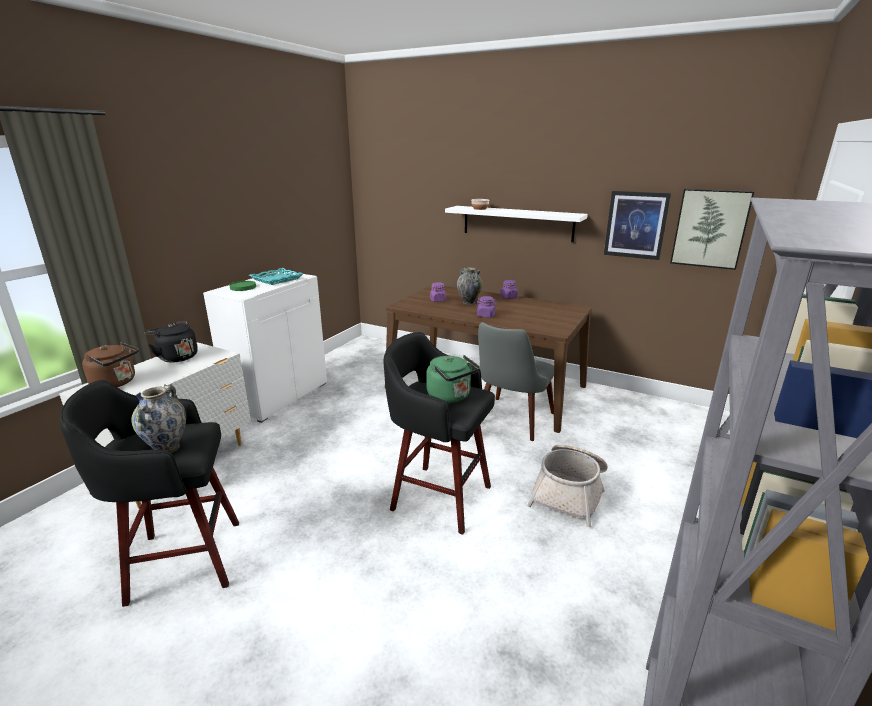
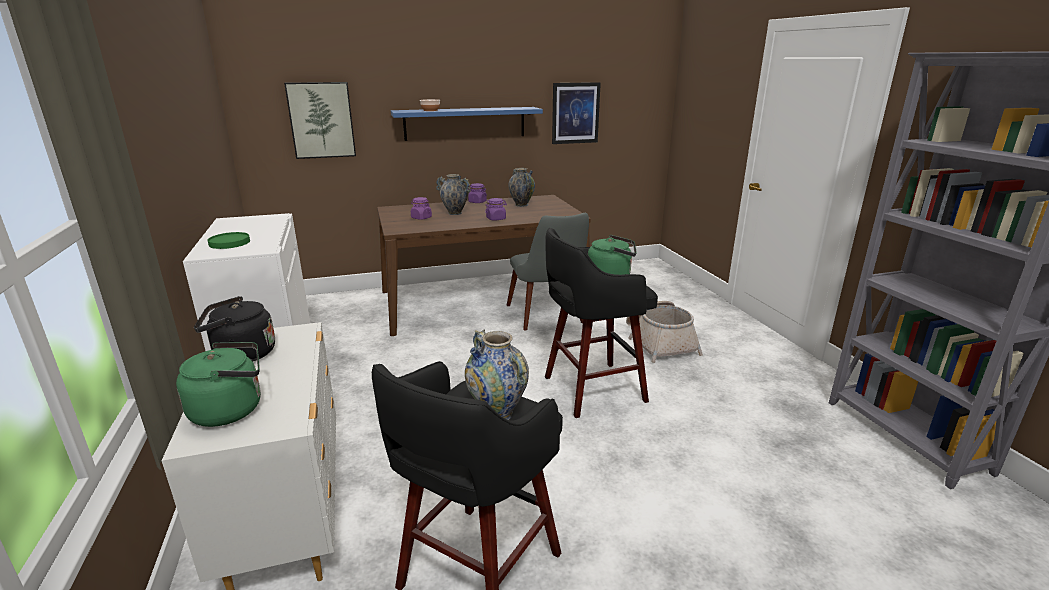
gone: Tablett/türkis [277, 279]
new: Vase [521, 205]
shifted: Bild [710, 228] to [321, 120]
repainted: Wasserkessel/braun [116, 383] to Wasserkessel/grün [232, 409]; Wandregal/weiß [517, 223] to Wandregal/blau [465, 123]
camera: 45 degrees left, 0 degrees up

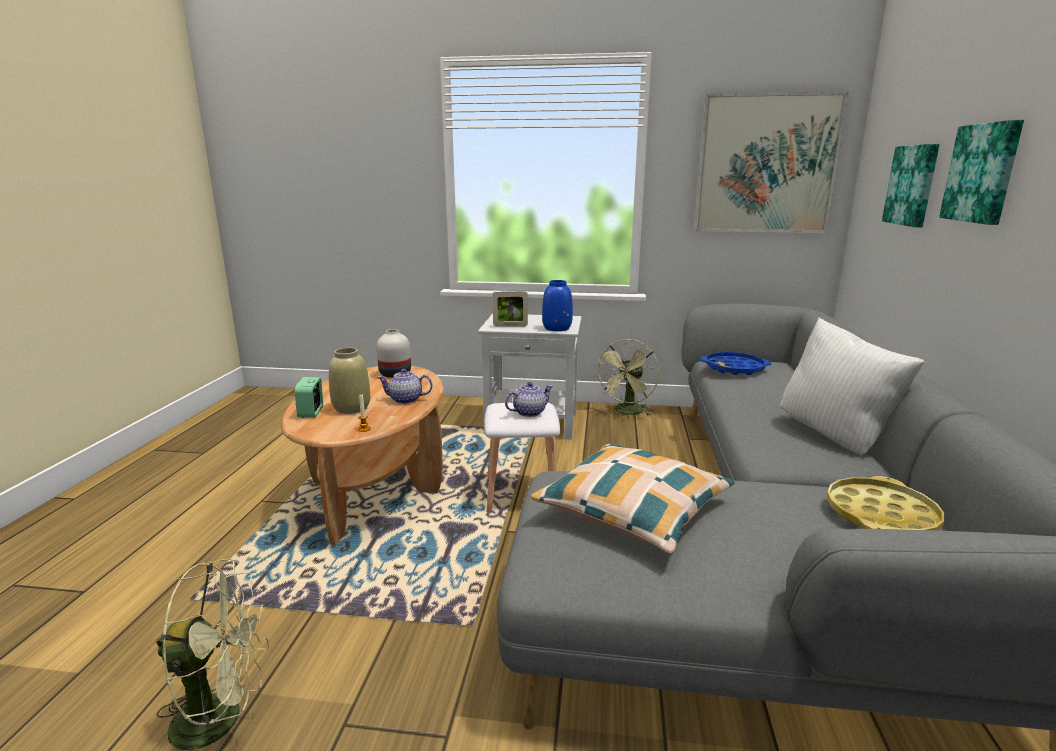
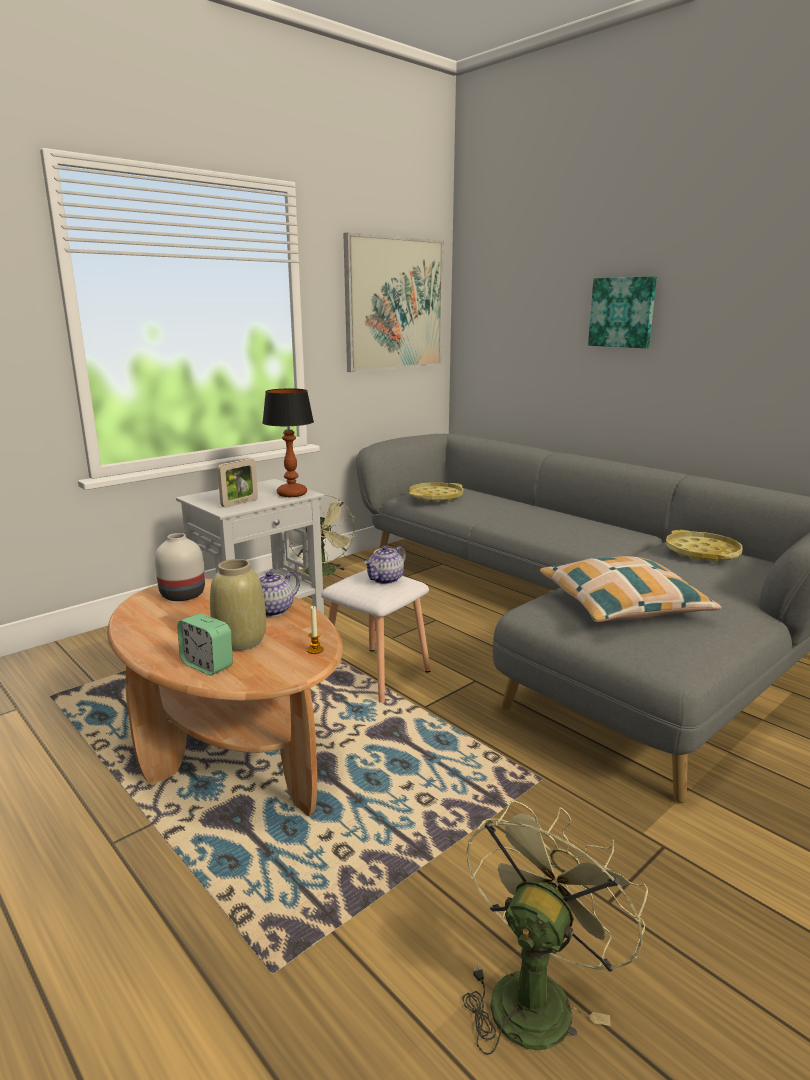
gone: Kissen/weiß [835, 436]; Bild [913, 185]
swapped: Vase/blau [556, 328] to Tischlampe [291, 494]
repainted: Tablett/blau [734, 368] to Tablett/gelb [436, 497]
rotated: Teekanne [529, 412] = [385, 579] 150 degrees counterclockwise
camera: 50 degrees left, 0 degrees up

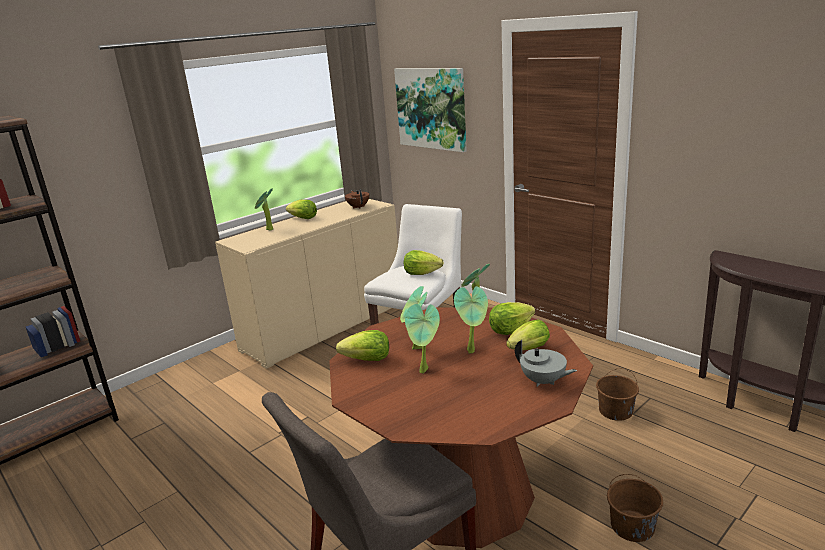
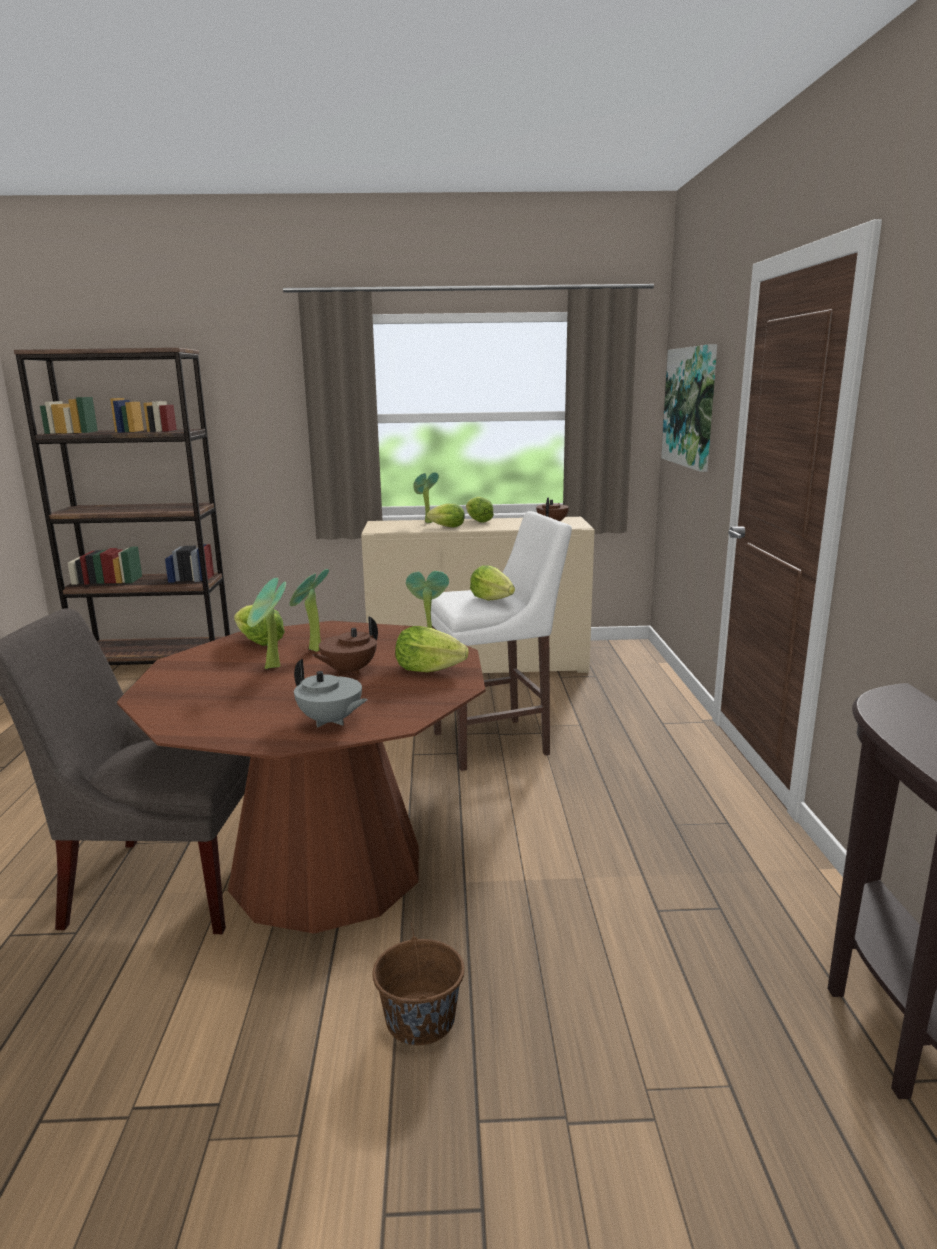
gone: Eimer/braun [616, 411]
shifted: Salatkopf [527, 350] to [445, 527]
swapped: Topfpflanze [473, 351] to Teekanne/braun [348, 671]
rotated: Teekanne/grau [543, 381] = [330, 721] 45 degrees counterclockwise
camera: 40 degrees right, 5 degrees down

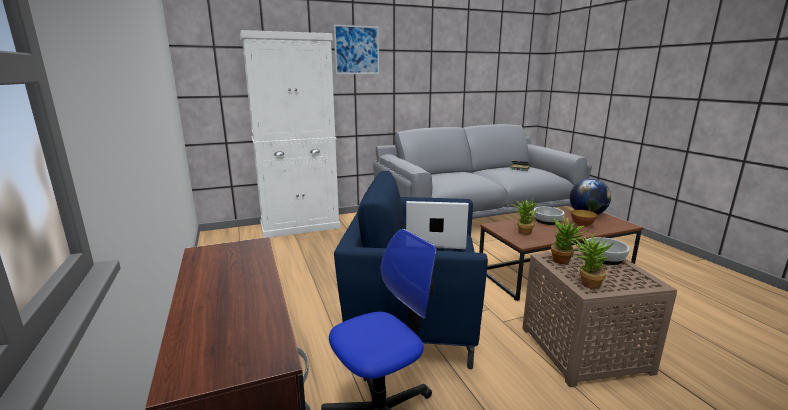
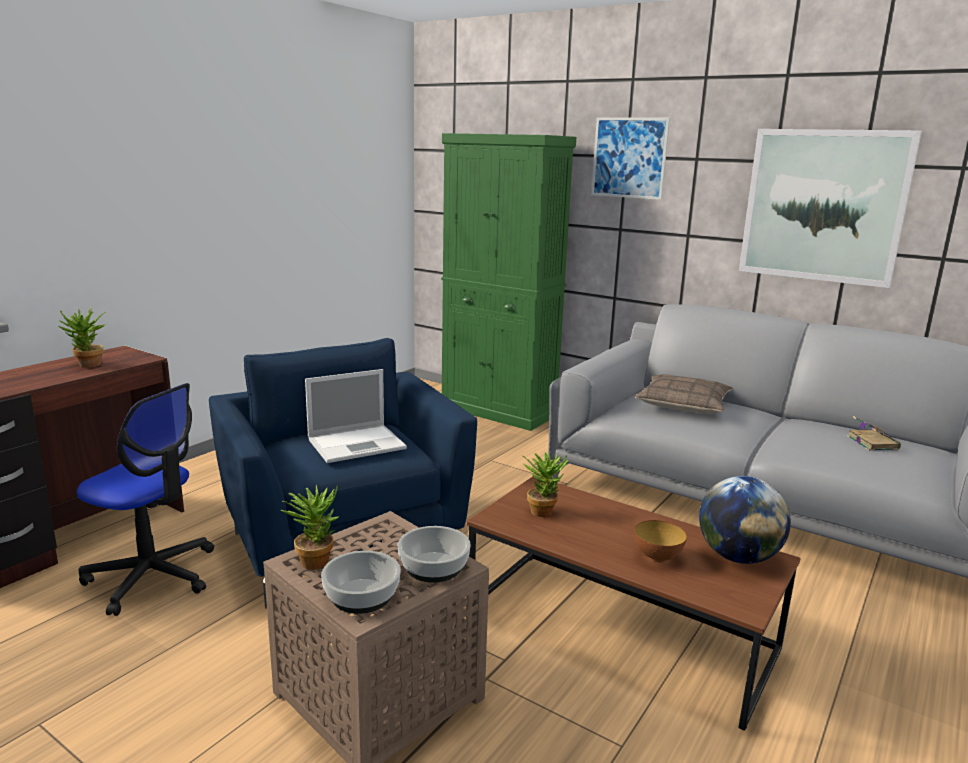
new: Kissen [683, 404]; Bild [823, 206]
shifted: Schüssel [547, 221] to [361, 595]; Topfpflanze [564, 261] to [88, 366]
repainted: Schrank/weiß [300, 226] to Schrank/grün [498, 410]
rotated: Laptop [434, 240] = [358, 443] 90 degrees clockwise
camera: 55 degrees right, 0 degrees up

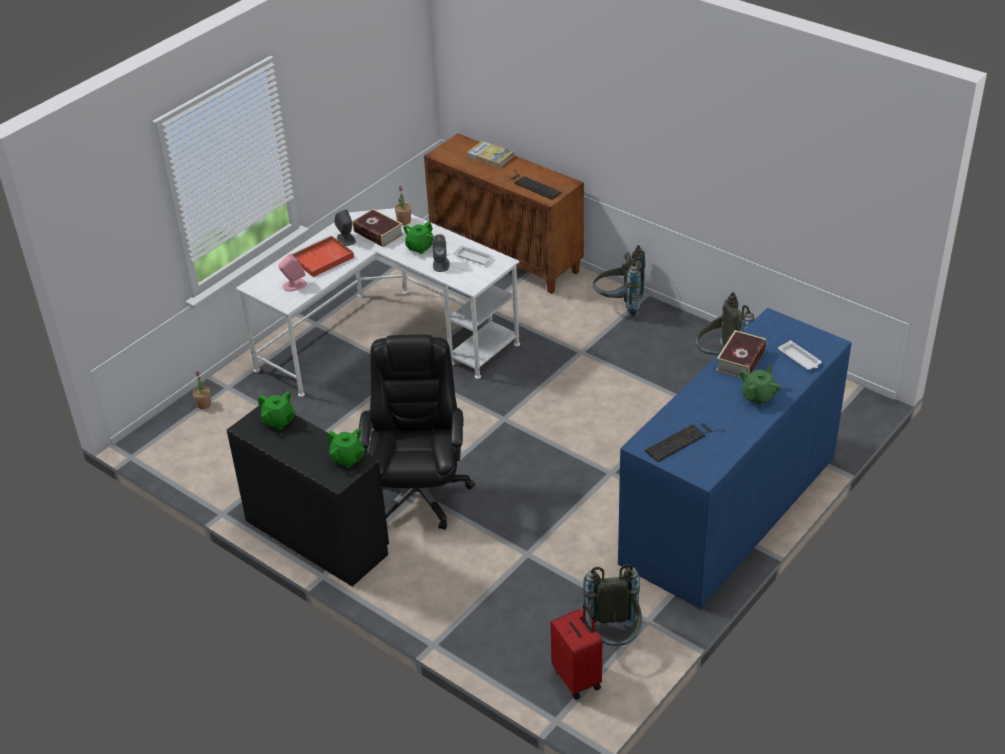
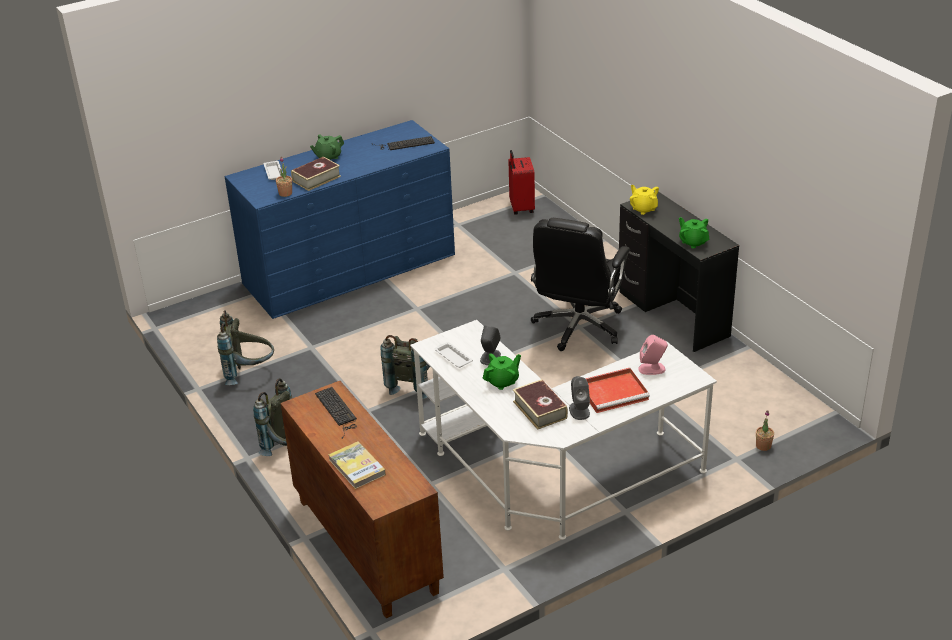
shifted: Topfpflanze [404, 221] to [285, 193]; Rucksack/grau [613, 639] to [411, 384]
repainted: Teekanne/grün [347, 458] to Teekanne/gelb [643, 209]
camera: 160 degrees left, 5 degrees down

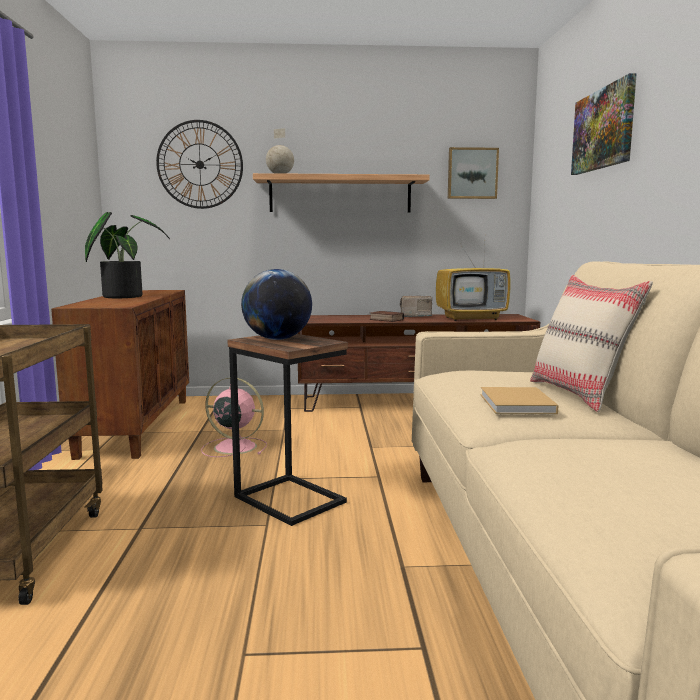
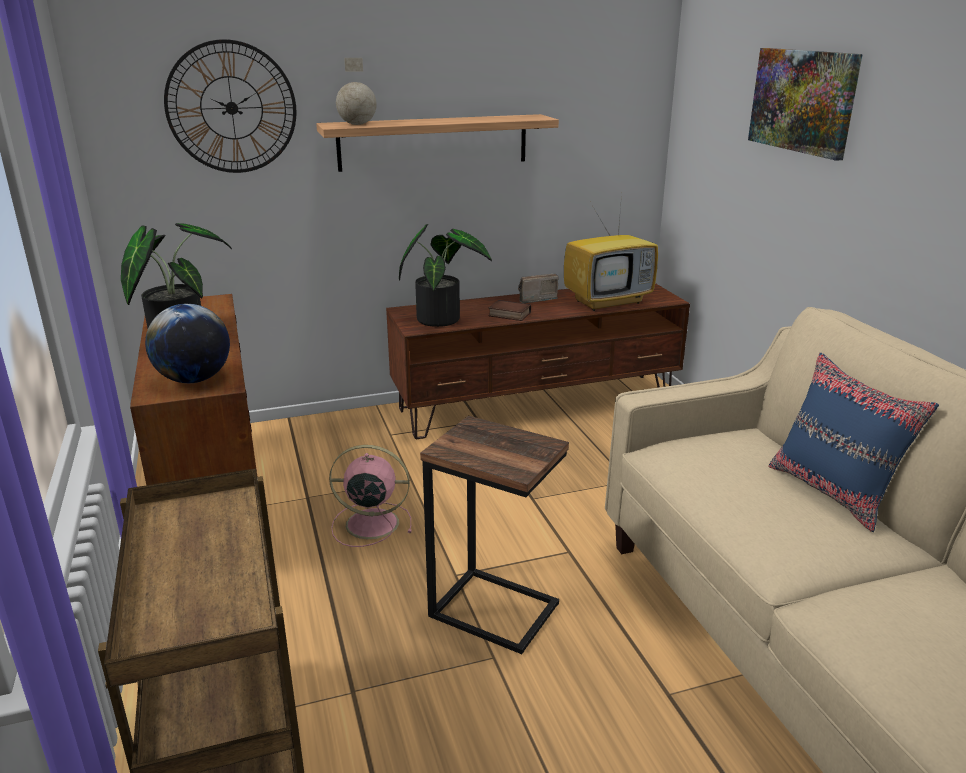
gone: Bild [472, 173]; Buch/beige [517, 404]
new: Topfpflanze [442, 318]
shifted: Globus [277, 339] to [194, 379]
repainted: Kissen/beige [579, 394] to Kissen/blau [833, 492]
camera: 15 degrees left, 15 degrees up

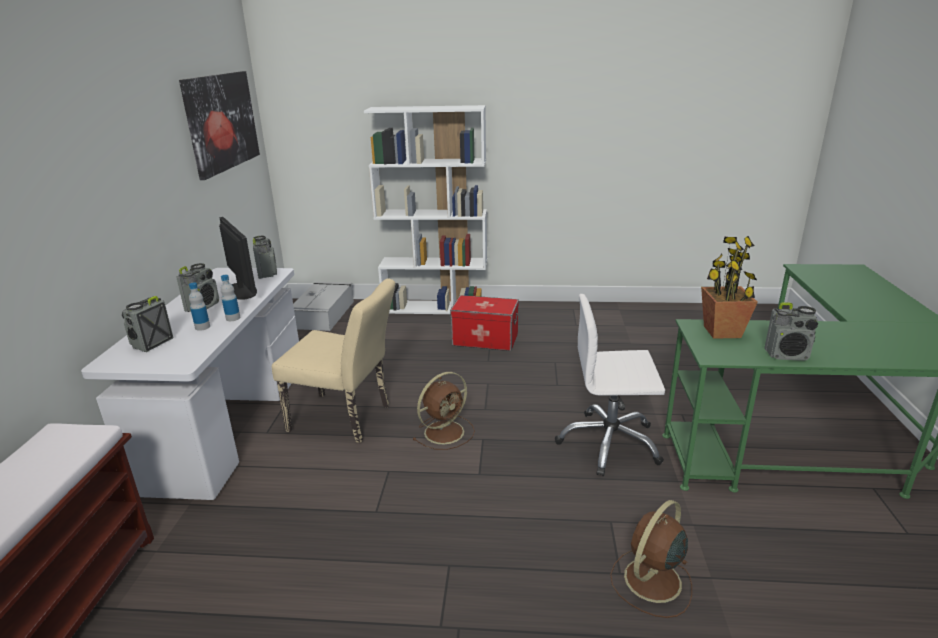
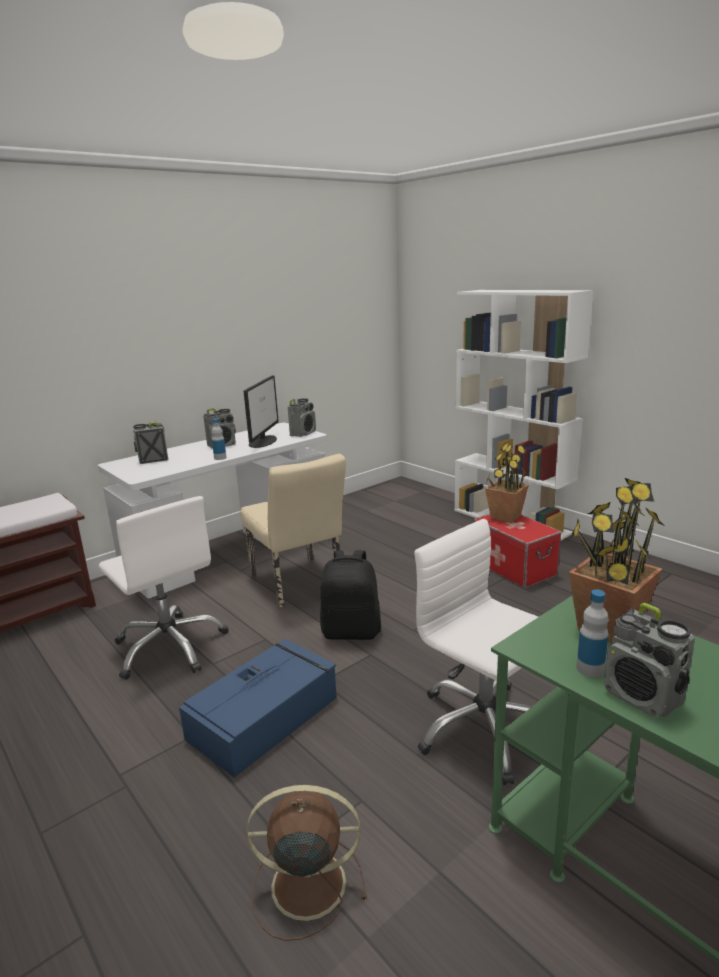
gone: Bild [221, 122]; Aufbewahrungsbox/grau [324, 314]
new: Bürostuhl/weiß [170, 647]; Aufbewahrungsbox/blau [265, 716]; Topfpflanze [505, 517]
shifted: Flasche [202, 327] to [590, 669]
swapped: Ventilator/braun [445, 431] to Rucksack/schwarz [351, 631]
camera: 45 degrees right, 5 degrees down

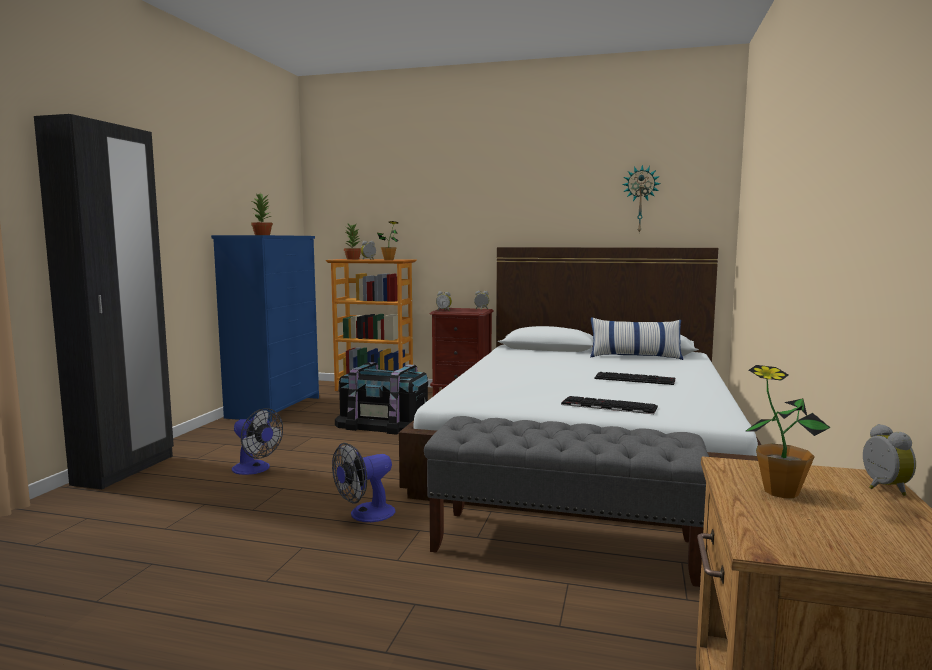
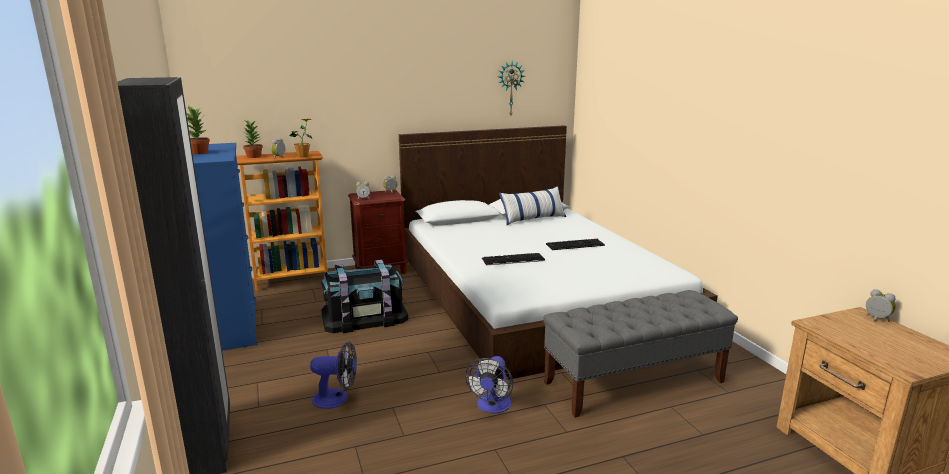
gone: Topfpflanze [780, 492]
shifted: Tastatur [607, 406] to [512, 260]
camera: 35 degrees left, 10 degrees up

